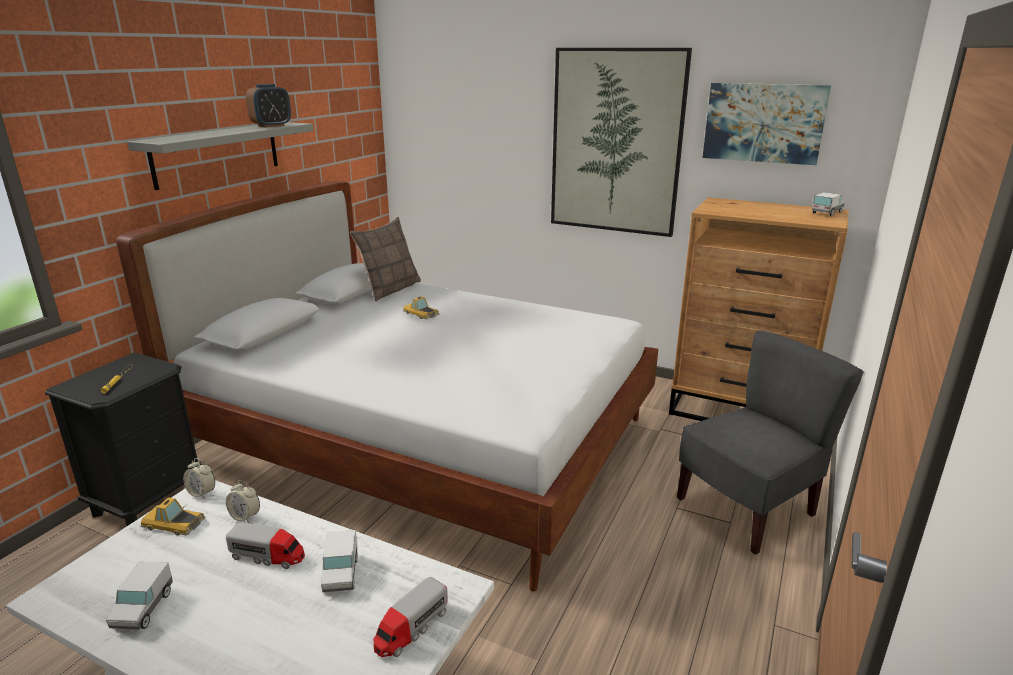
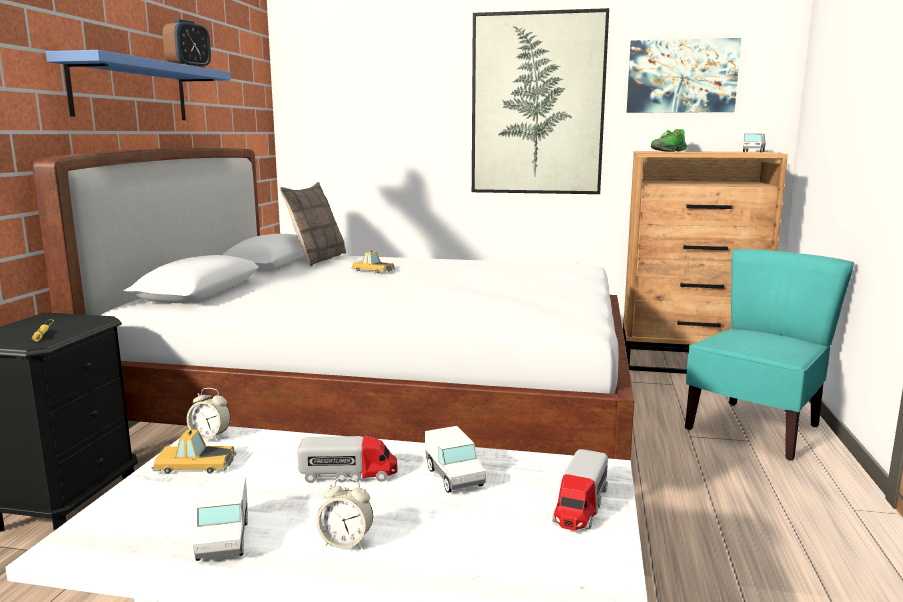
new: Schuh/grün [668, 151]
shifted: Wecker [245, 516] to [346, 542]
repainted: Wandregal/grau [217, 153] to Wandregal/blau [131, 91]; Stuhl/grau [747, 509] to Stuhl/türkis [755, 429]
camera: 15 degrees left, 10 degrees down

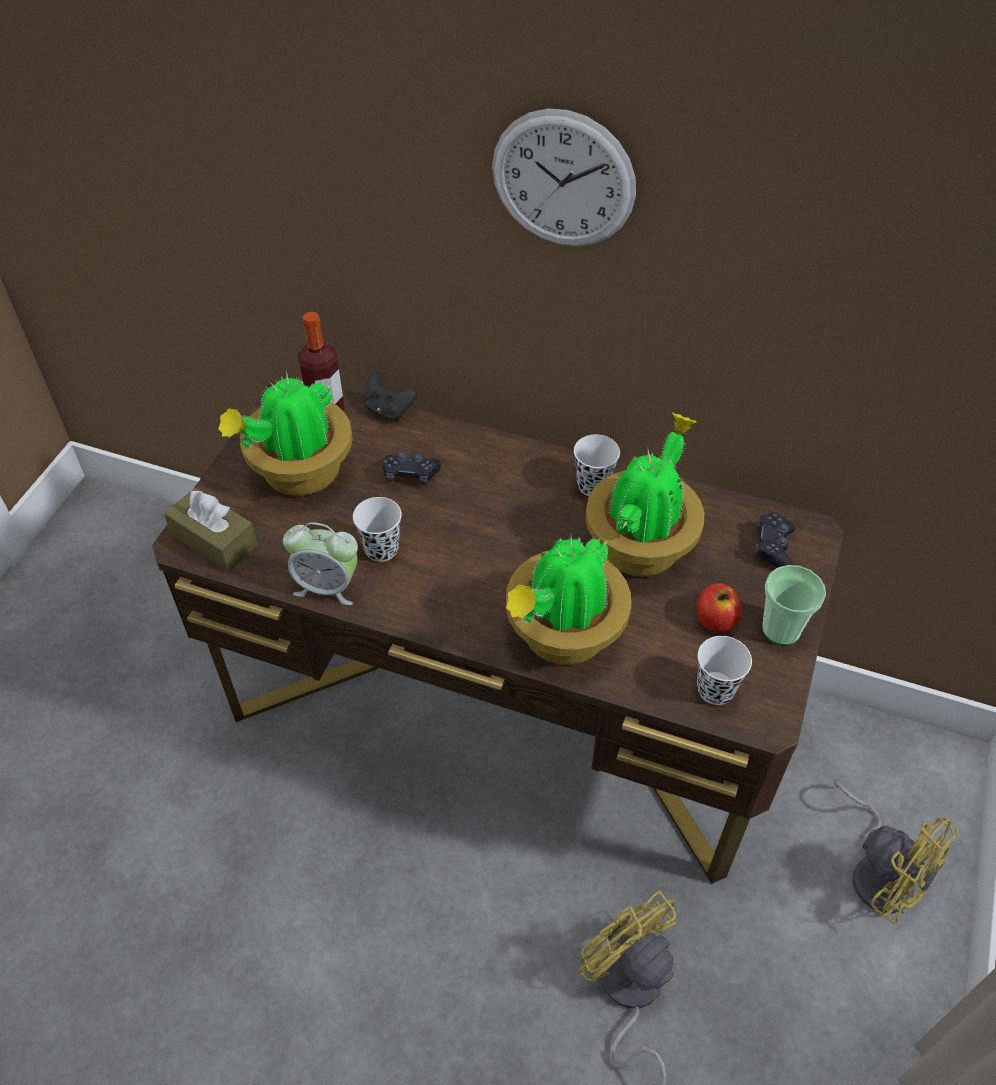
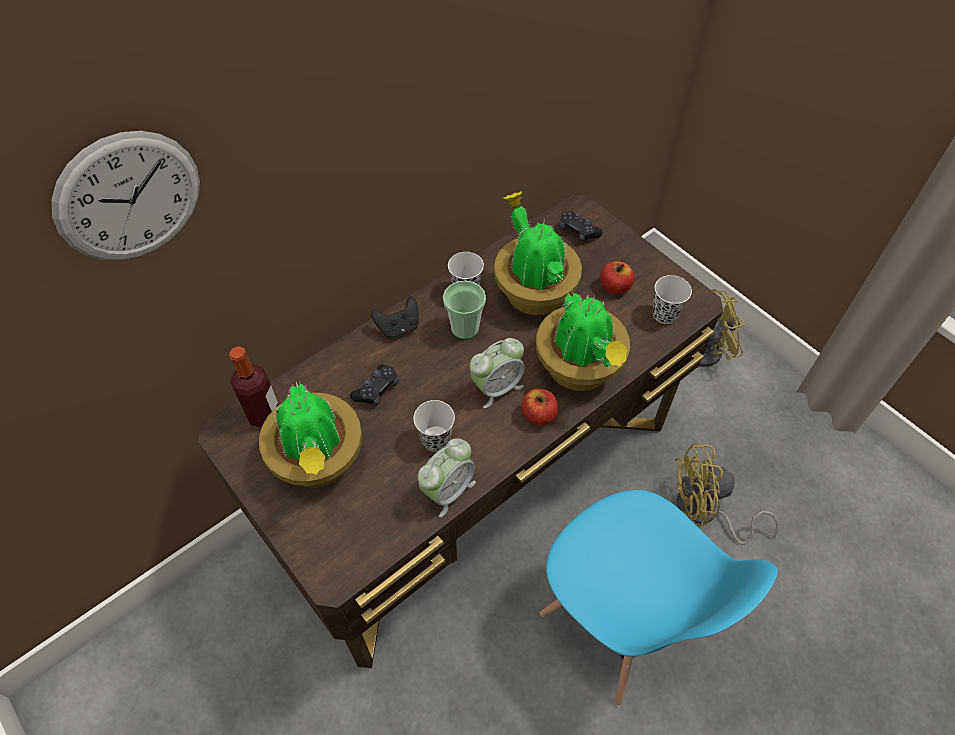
gone: Taschentuchbox/braun [214, 540]
new: Wecker [496, 387]; Apfel [539, 415]; Stuhl/blau [618, 623]
shifted: Gamepad/schwarz [388, 410] to [398, 327]; Wanduhr [563, 180] to [129, 198]; Tasse [781, 629] to [465, 328]
camera: 60 degrees left, 5 degrees up

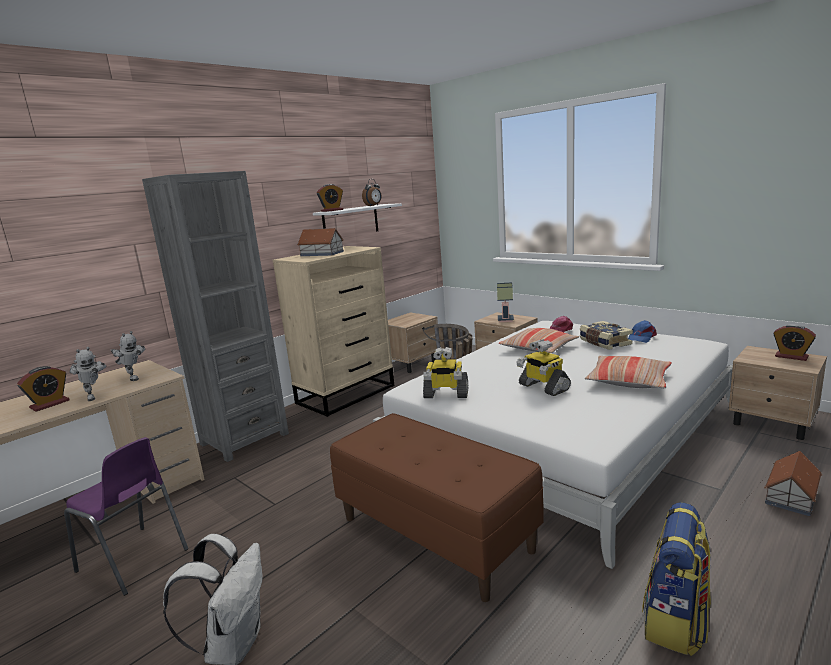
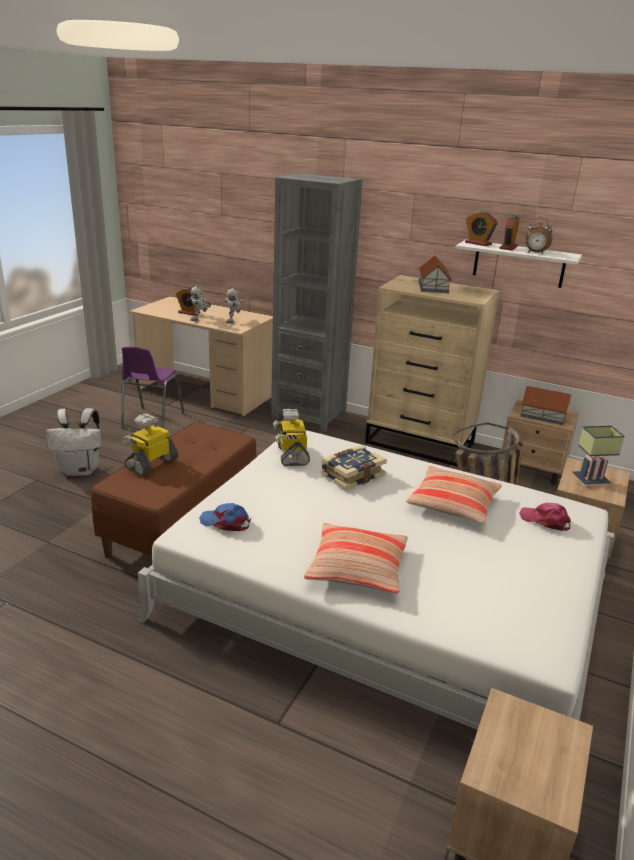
gone: Rucksack [675, 622]
shifted: Spielzeugroboter [543, 387] to [151, 463]; Buch [604, 343] to [351, 475]; Kappe/blau [641, 337] to [225, 522]; Spielzeughaus [792, 495] to [543, 416]; Wecker [791, 356] to [508, 247]
camera: 70 degrees right, 10 degrees up

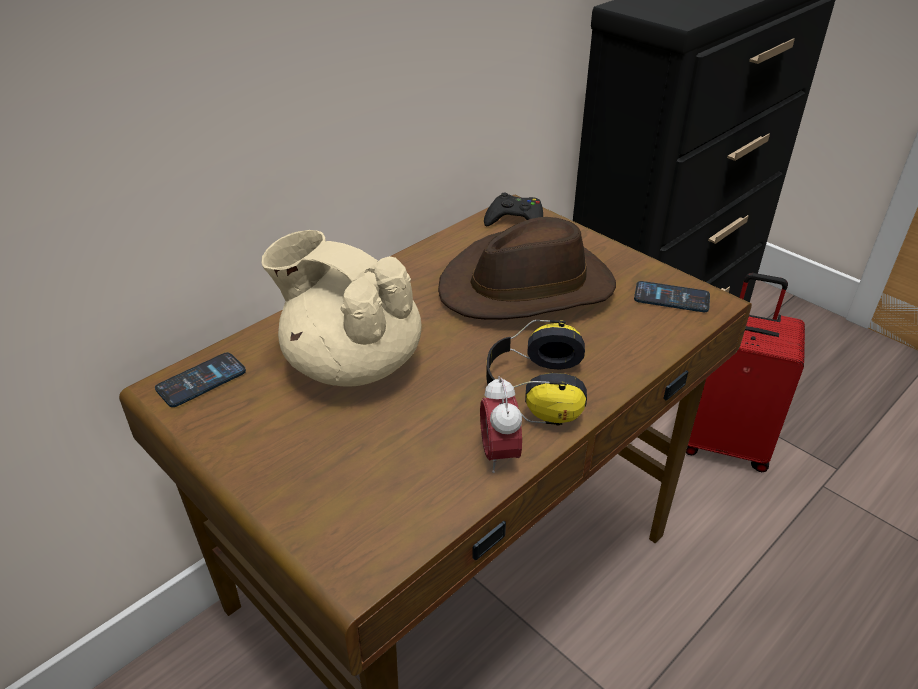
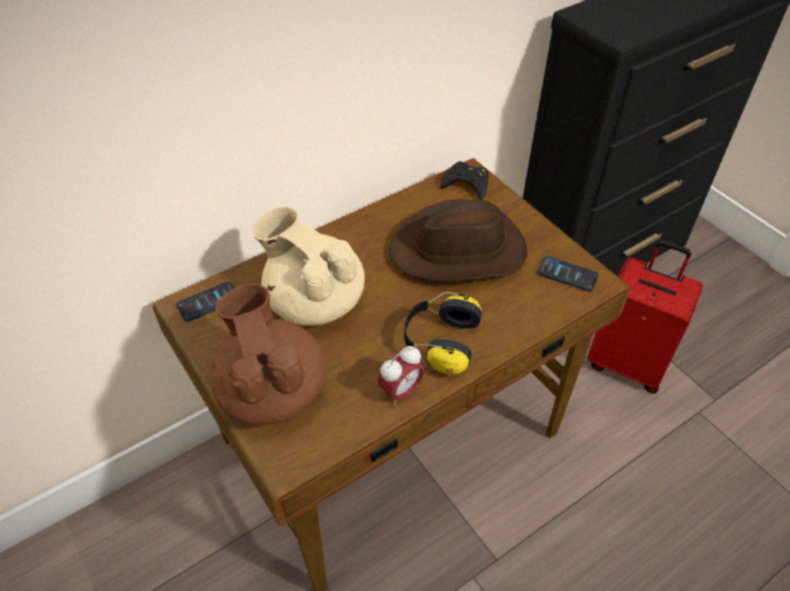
new: Teekanne/braun [272, 391]
rotated: Wecker [499, 454] = [401, 391] 135 degrees counterclockwise
camera: 10 degrees right, 10 degrees up

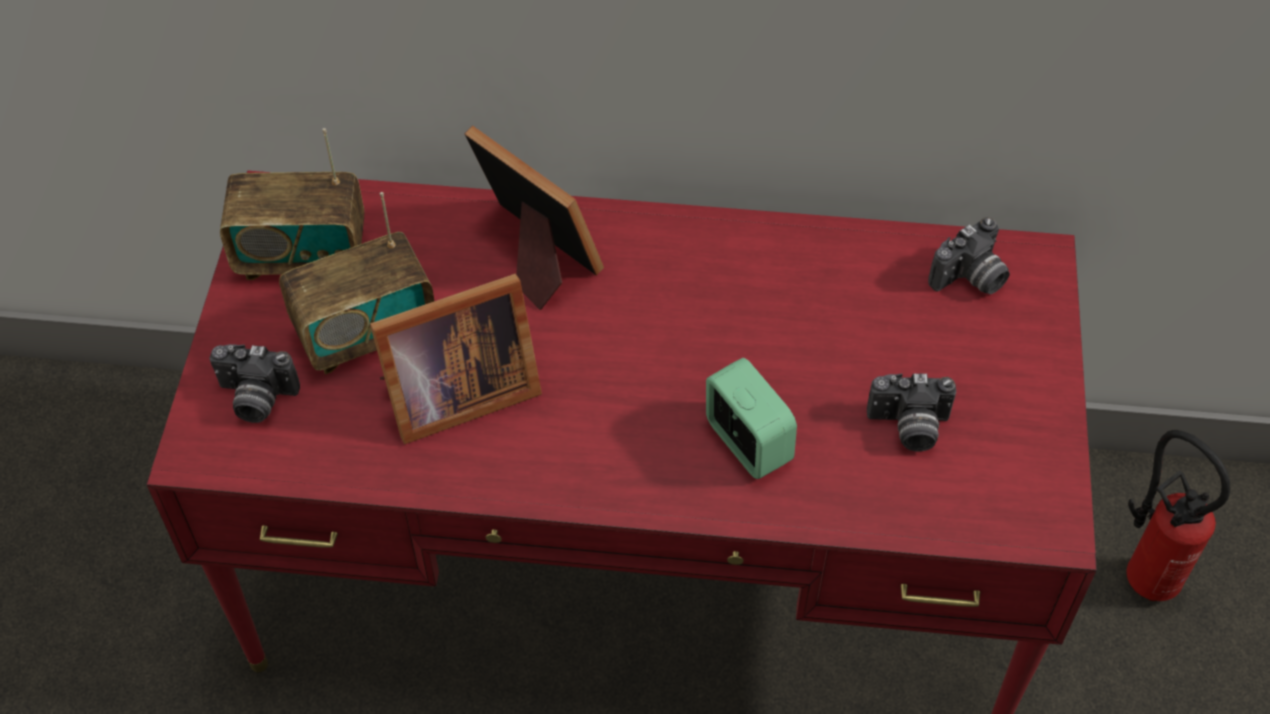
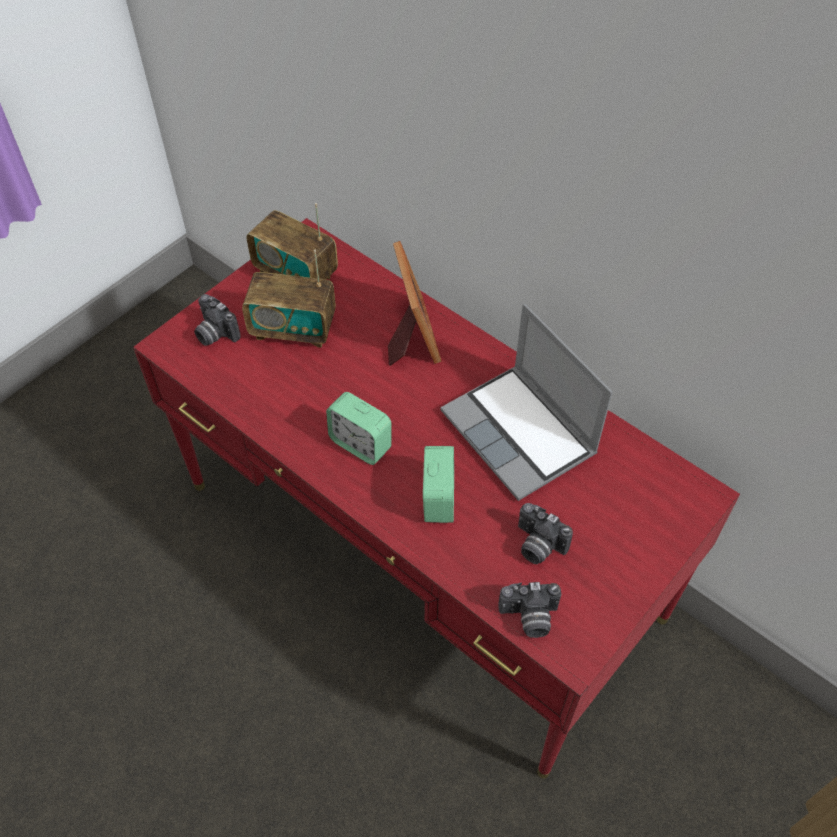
gone: Bilderrahmen [454, 394]; Feuerlöscher [1146, 573]
new: Wecker [360, 444]; Laptop [521, 434]
shifted: Kamera [970, 279] to [529, 618]
camera: 35 degrees right, 0 degrees up

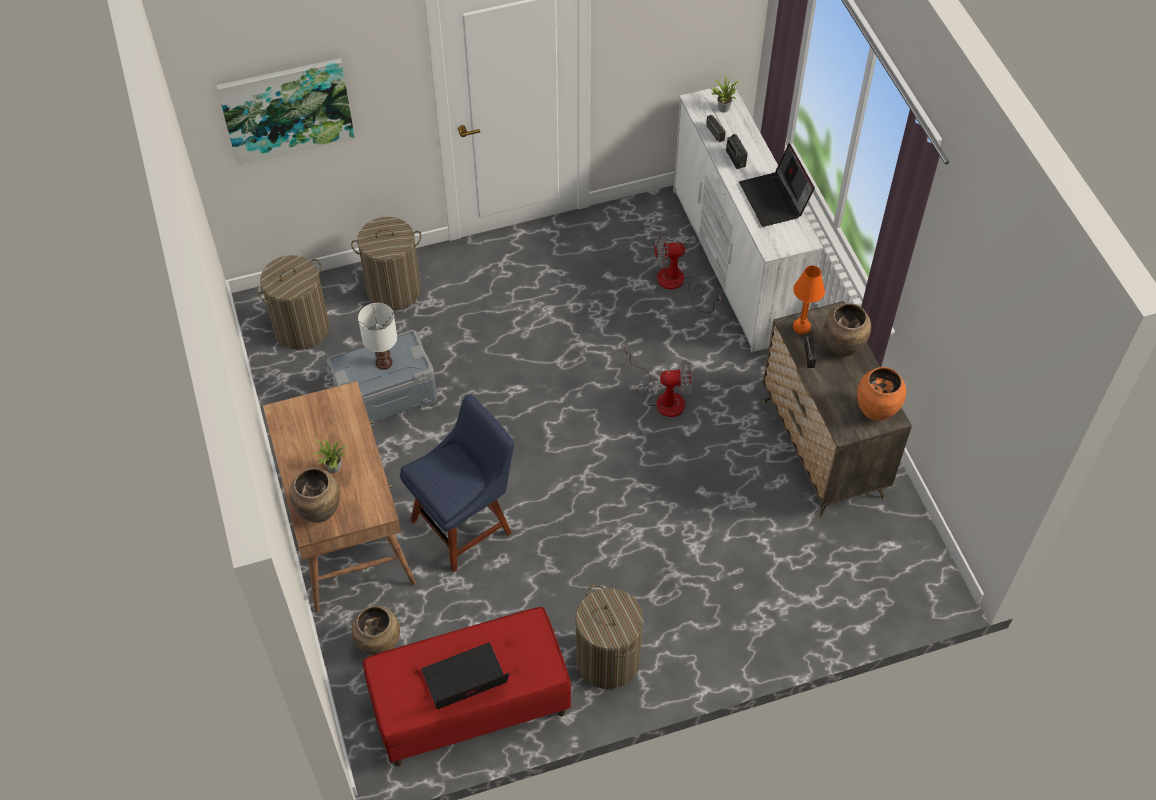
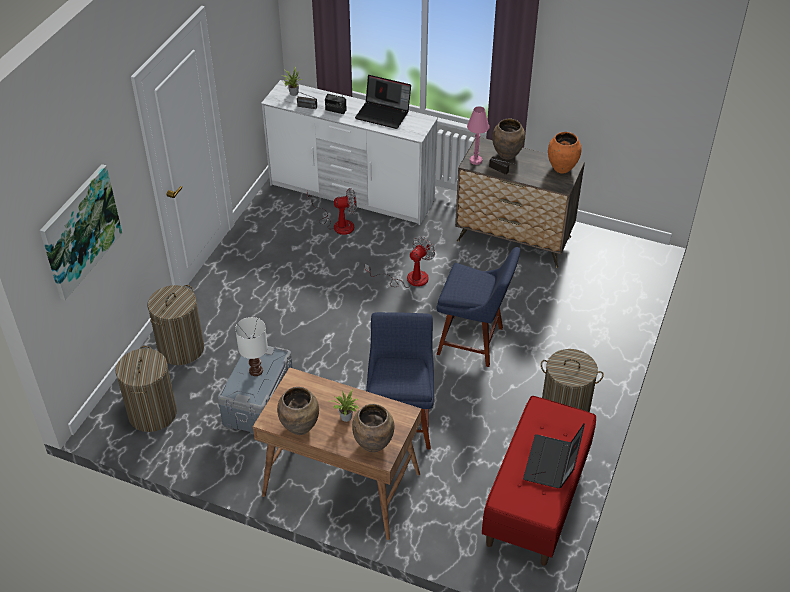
new: Stuhl/blau [474, 341]
shifted: Vase/braun [380, 645] to [300, 427]
repainted: Tischlampe/orange [801, 327] to Tischlampe/rosa [476, 160]
rotated: Ventilator [678, 285] = [338, 224] 135 degrees counterclockwise
camera: 50 degrees left, 10 degrees down

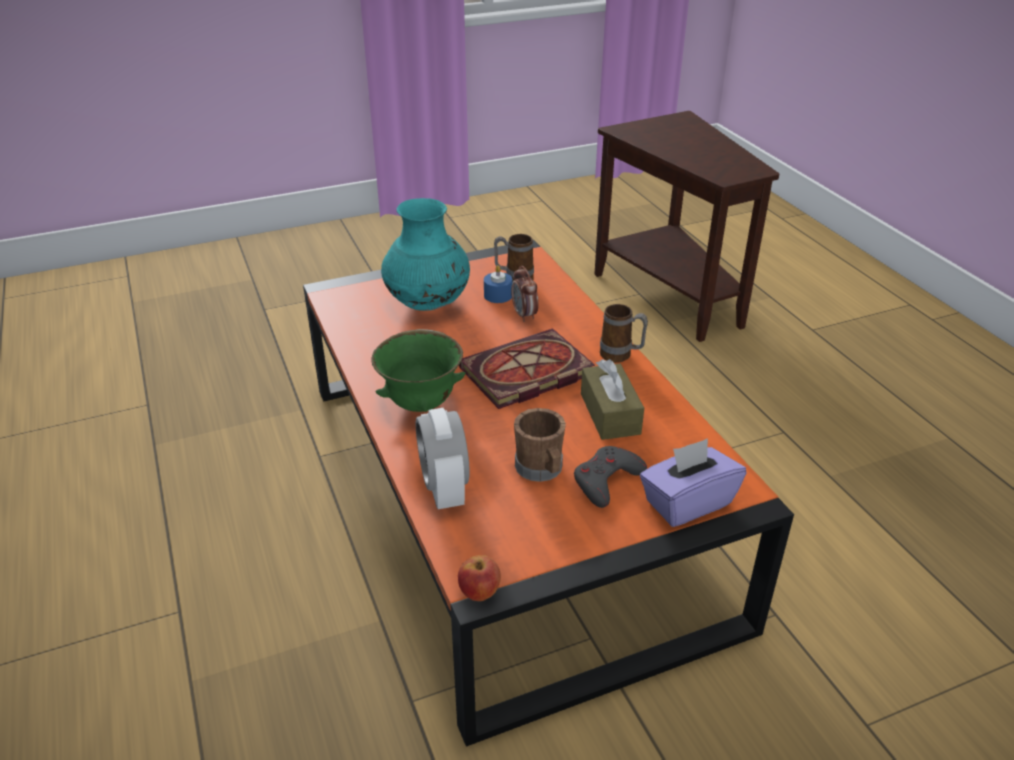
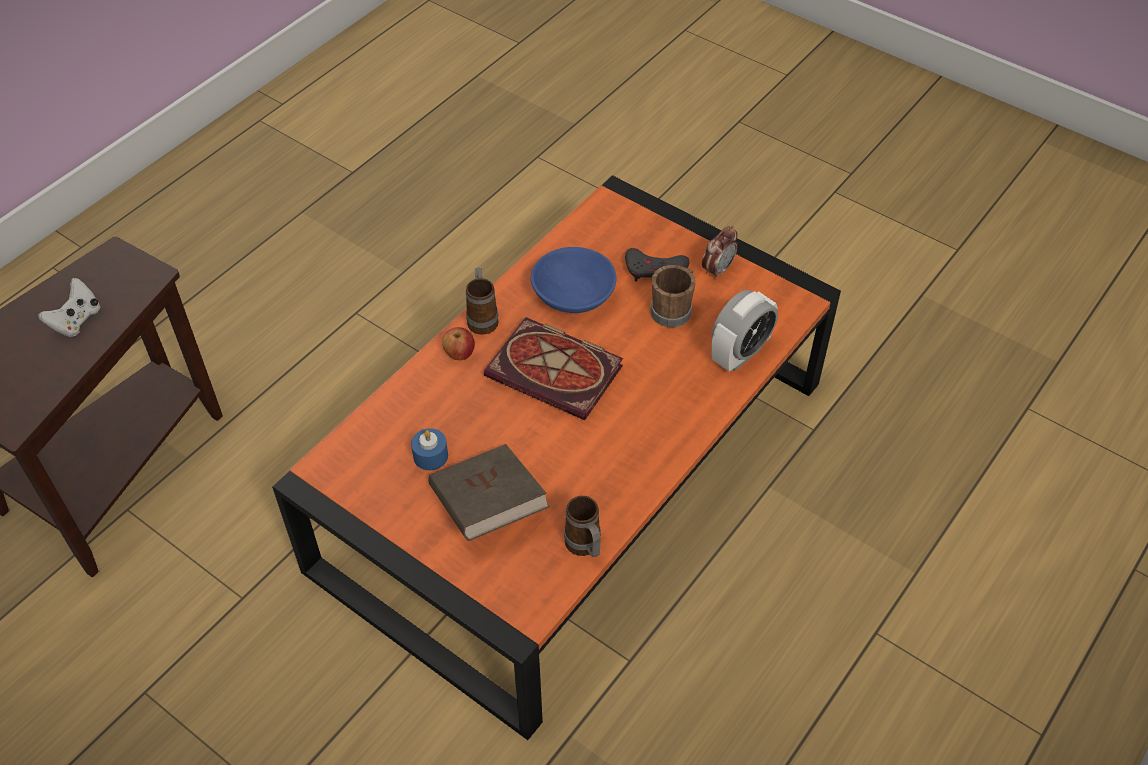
gone: Schüssel/grün [421, 404]; Taschentuchbox/lila [687, 502]
new: Gamepad/weiß [77, 320]
shifted: Apfel [479, 592] to [459, 354]; Henkelbecher [514, 279] to [585, 547]; Wecker [524, 315] to [717, 270]
swapped: Vase/türkis [428, 304] to Buch/braun [488, 508]; Taschentuchbox/braun [610, 413] to Schüssel/blau [573, 296]
camera: 120 degrees left, 15 degrees up

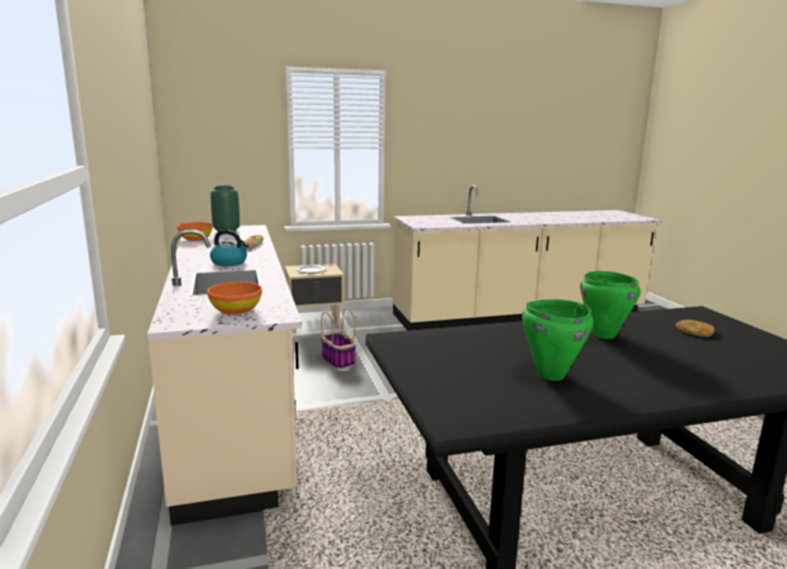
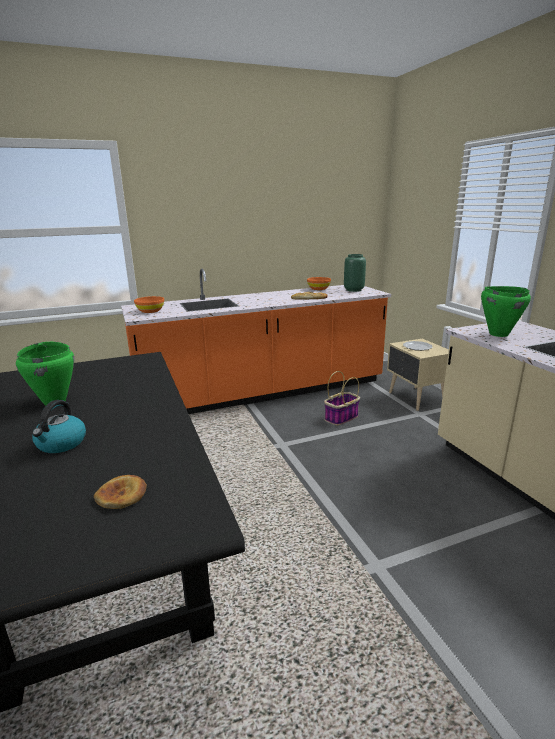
shifted: Wasserkessel [230, 263] to [61, 444]; Kochtopf/grün [603, 335] to [498, 334]
repainted: Küchenzeile/beige [235, 398] to Küchenzeile/orange [263, 393]
camera: 85 degrees right, 5 degrees up

